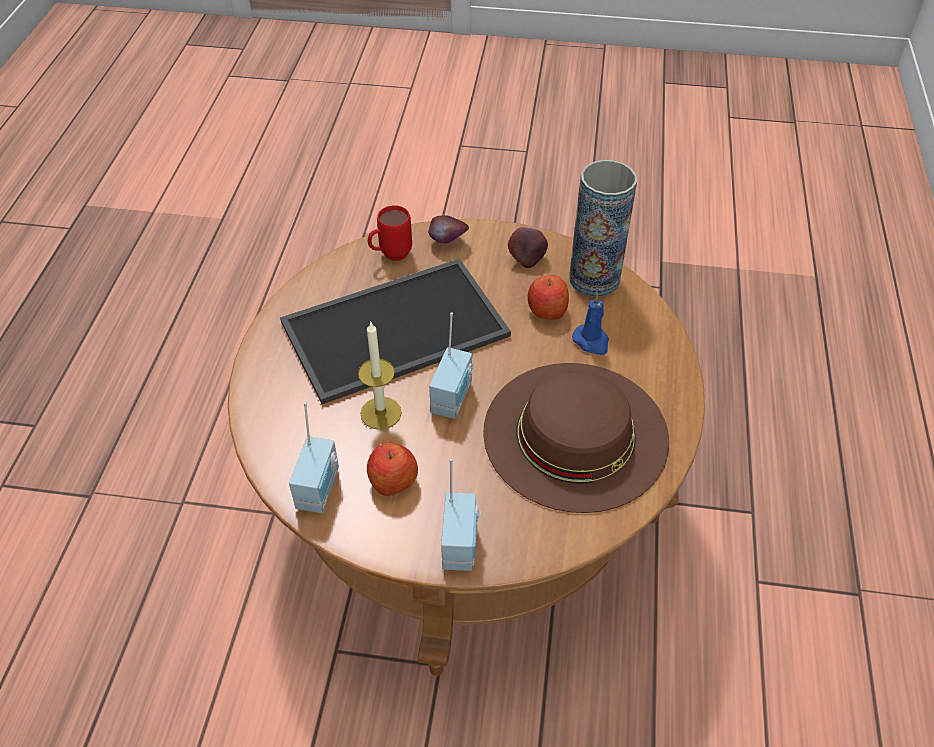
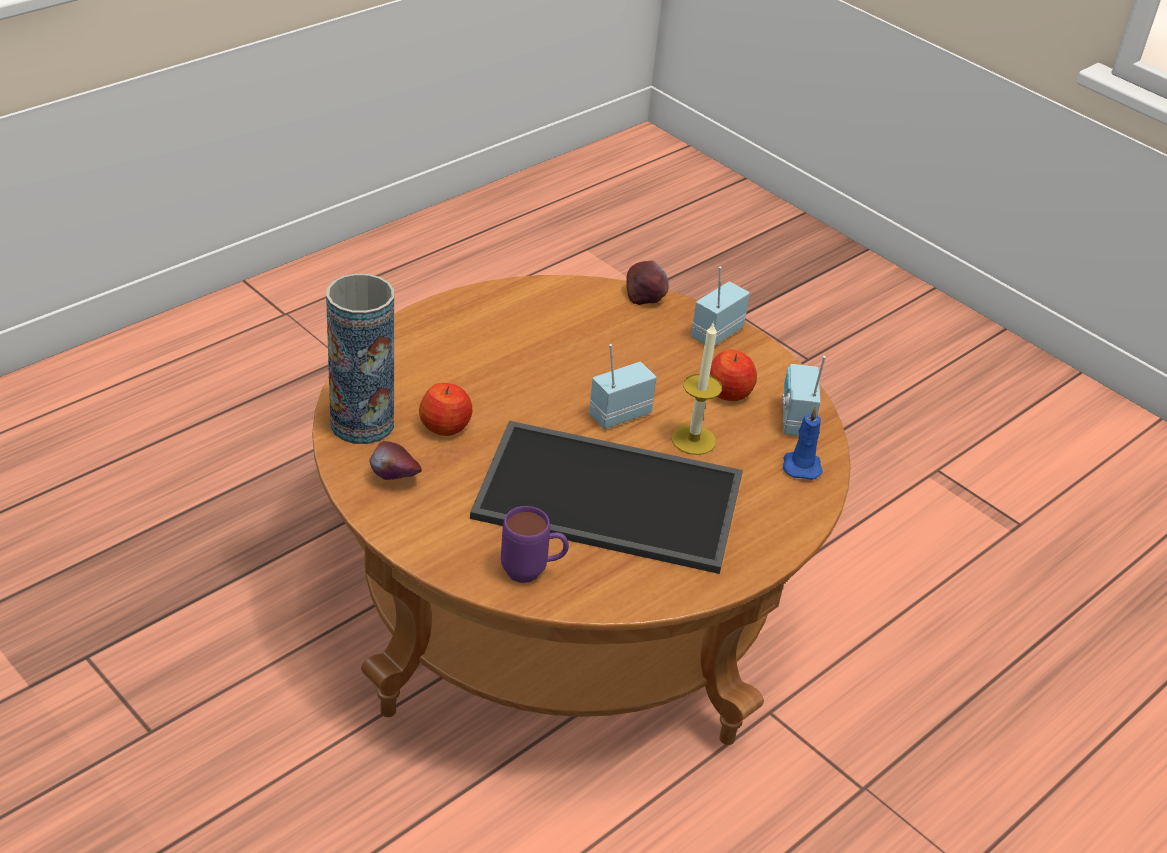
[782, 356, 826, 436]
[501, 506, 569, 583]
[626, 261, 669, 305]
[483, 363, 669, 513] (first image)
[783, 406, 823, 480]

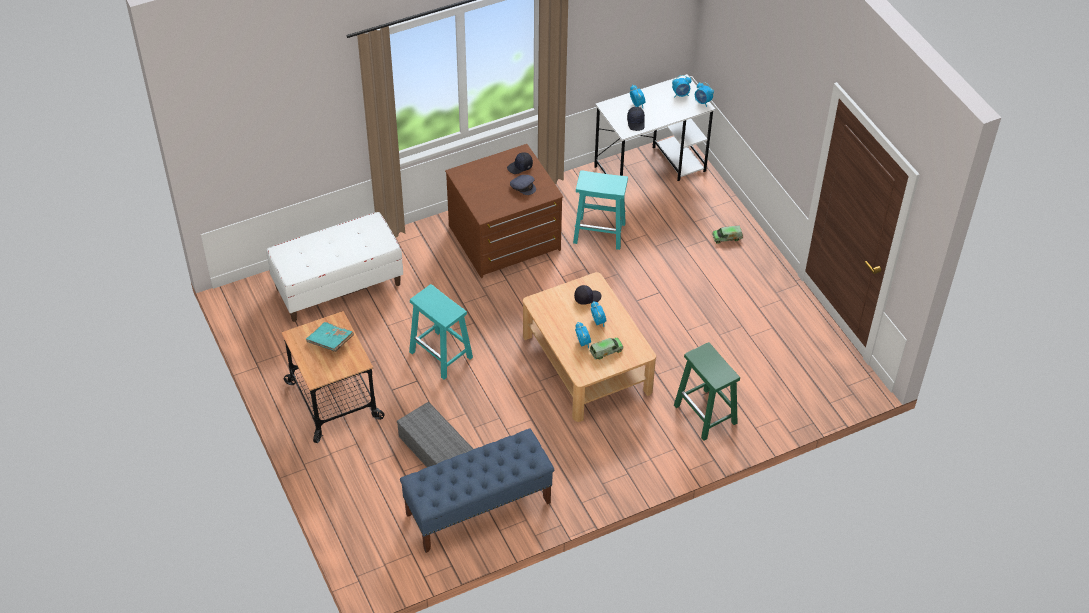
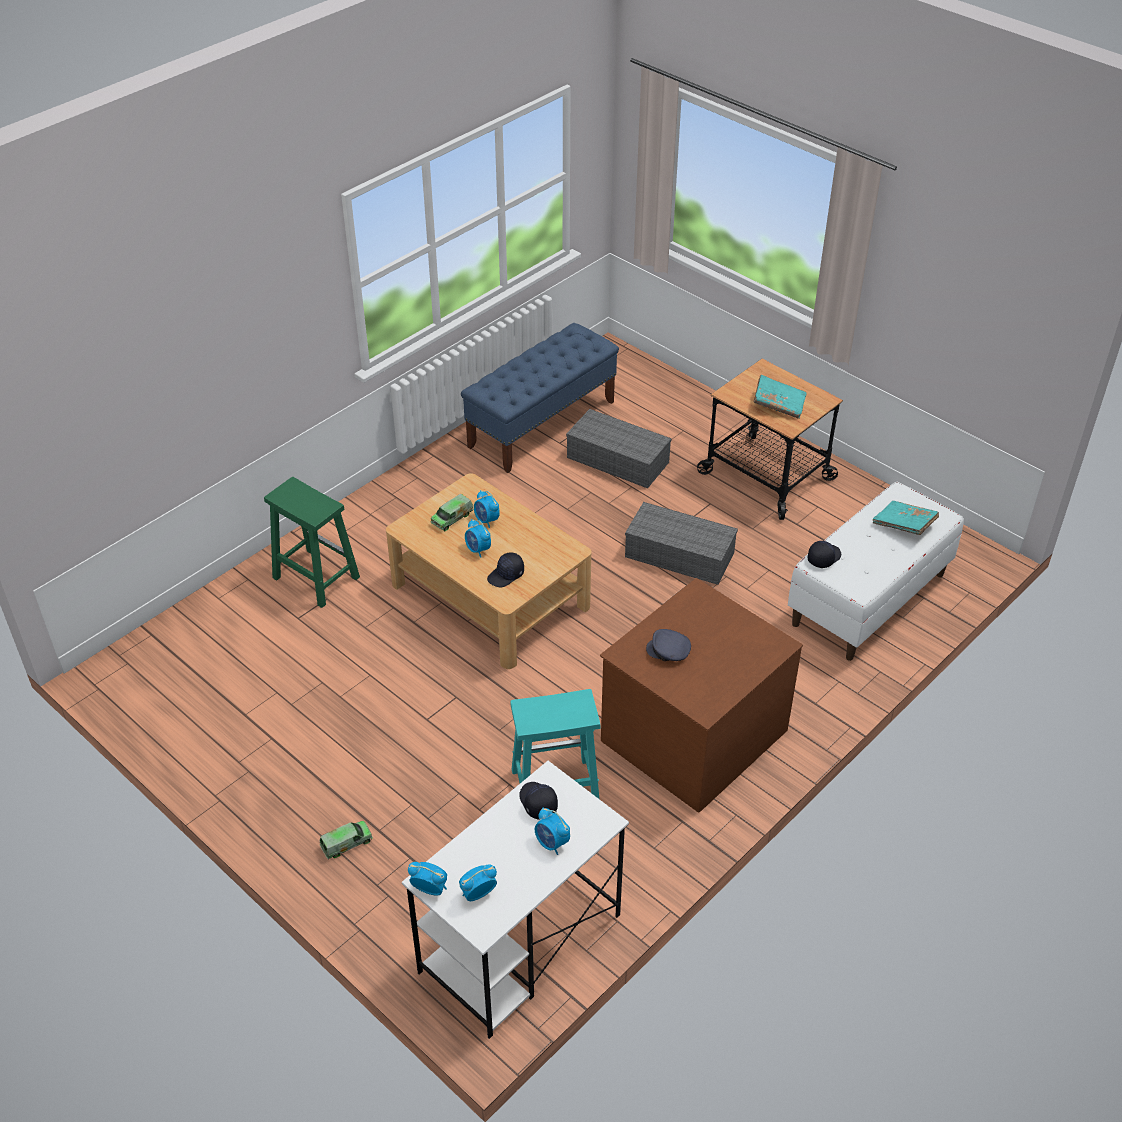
[625, 502, 738, 585]
[808, 541, 841, 568]
[873, 501, 939, 535]

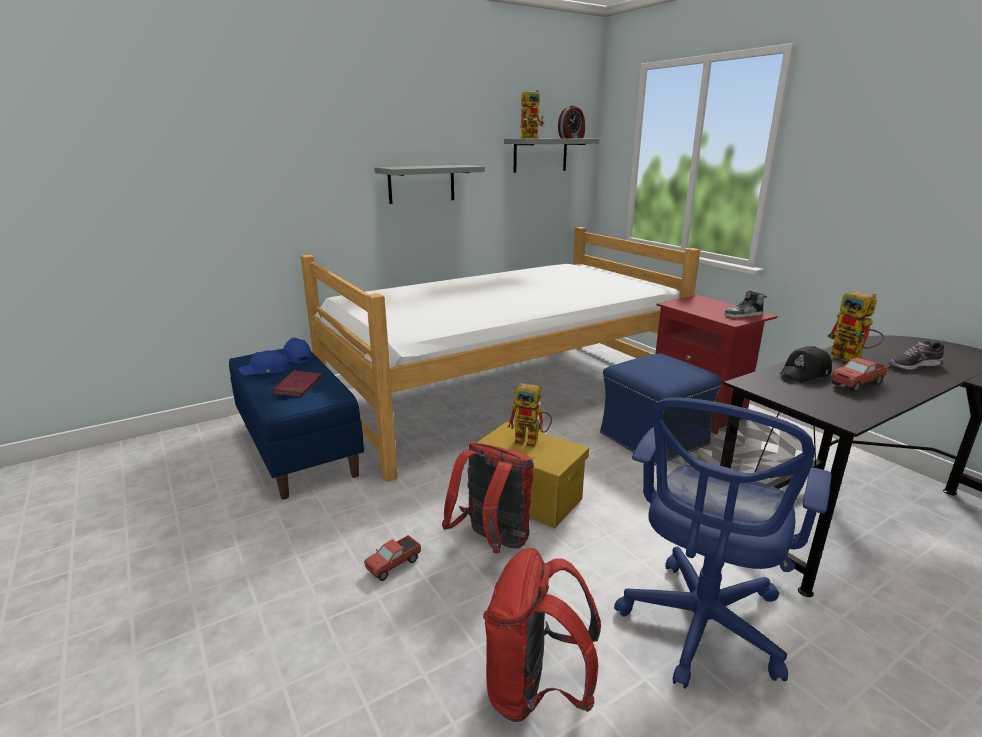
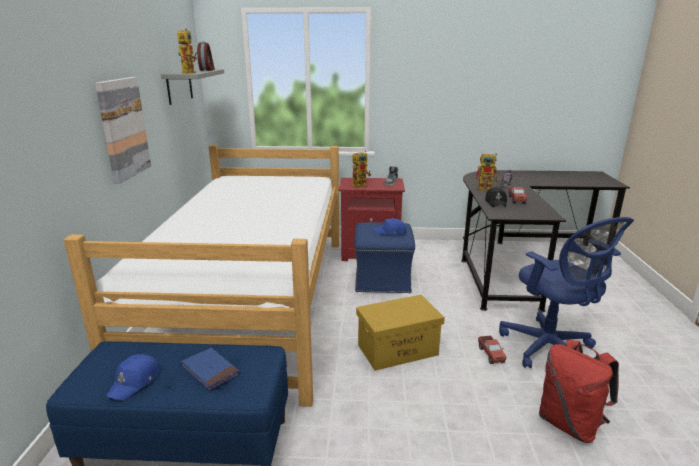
[182, 348, 240, 390]
[374, 218, 407, 235]
[478, 336, 506, 364]
[95, 77, 151, 184]
[442, 442, 534, 553] (first image)
[352, 151, 371, 188]

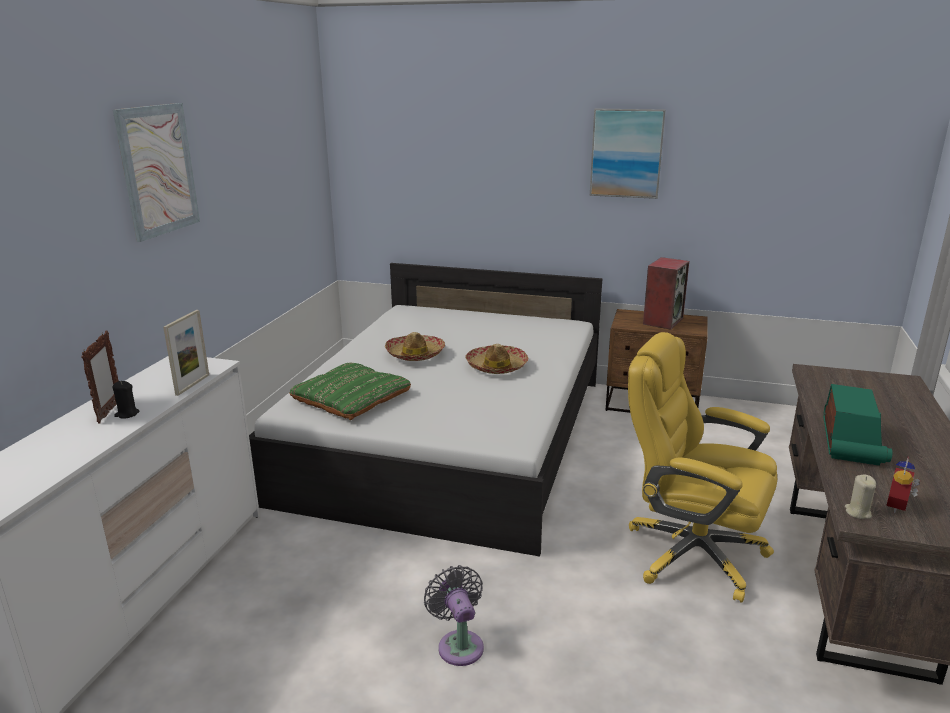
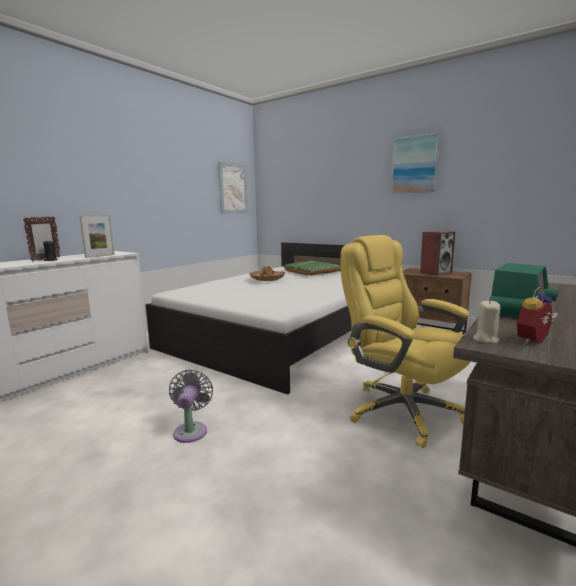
[218, 162, 248, 214]
[284, 261, 341, 275]
[465, 344, 528, 374] (first image)

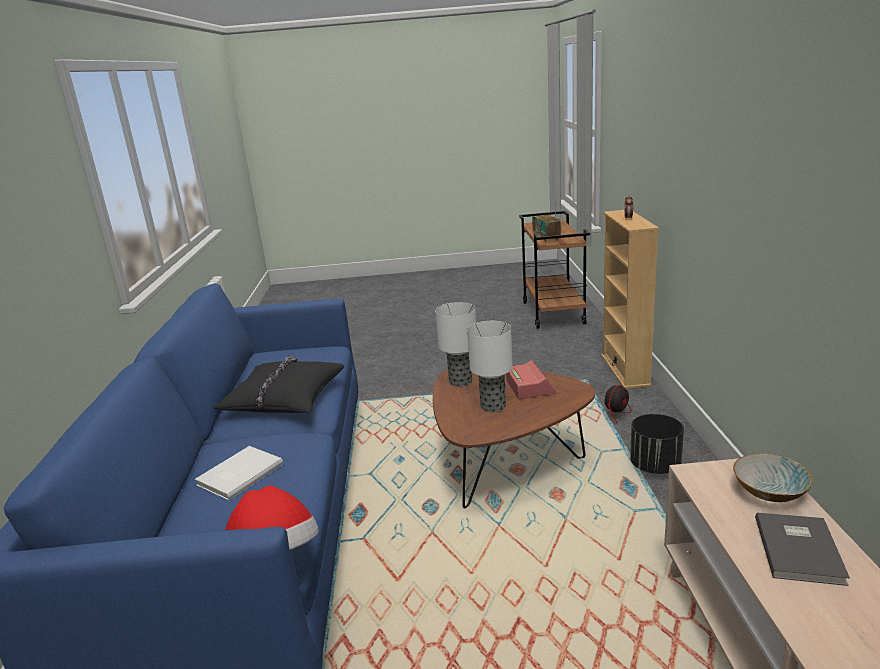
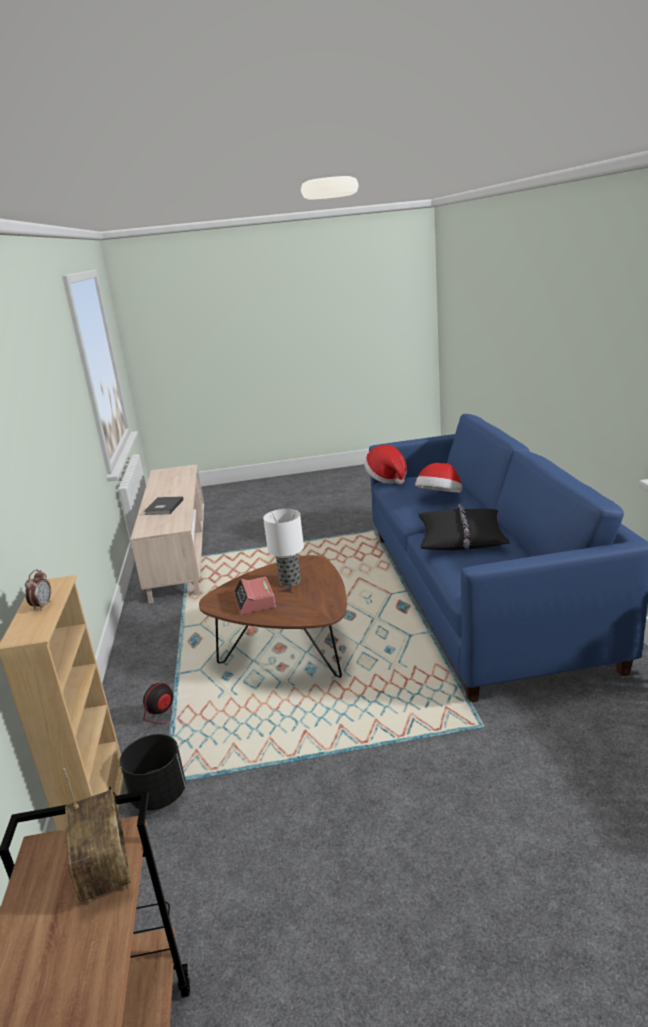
[415, 463, 462, 493]
[435, 302, 476, 387] (first image)
[120, 734, 186, 811]
[733, 453, 814, 502] (first image)

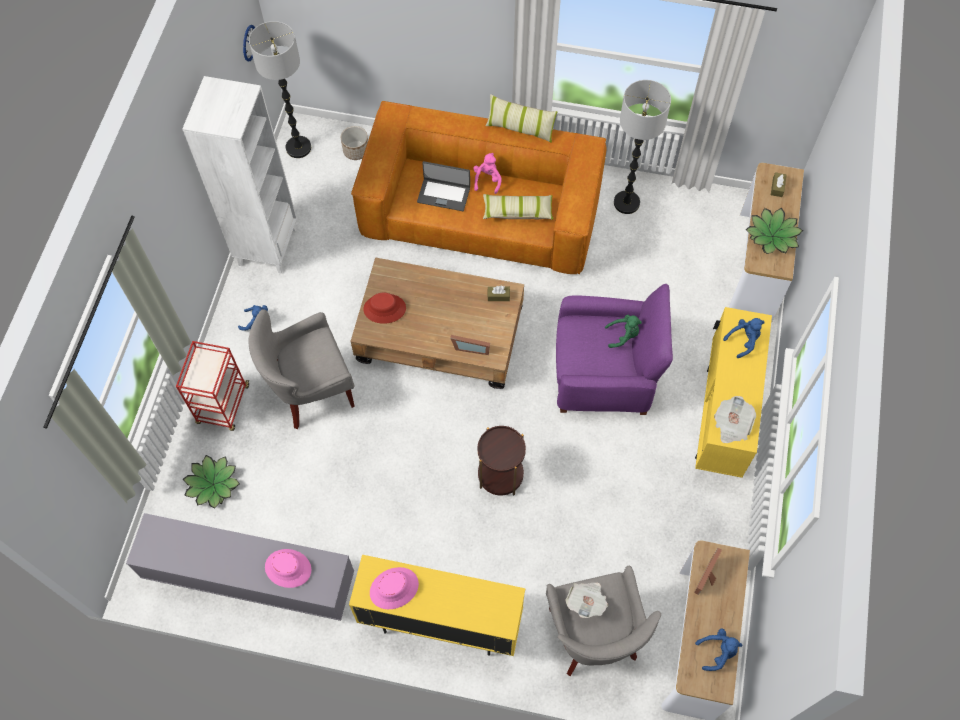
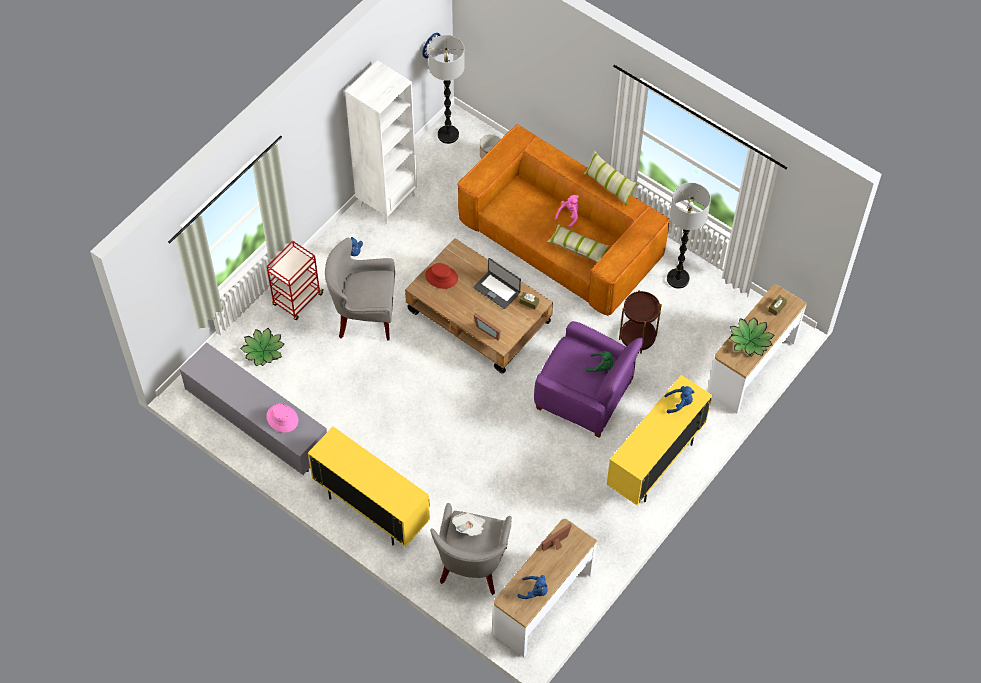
[370, 567, 419, 609] (first image)
[473, 258, 521, 309]
[619, 290, 662, 354]
[714, 396, 756, 443] (first image)

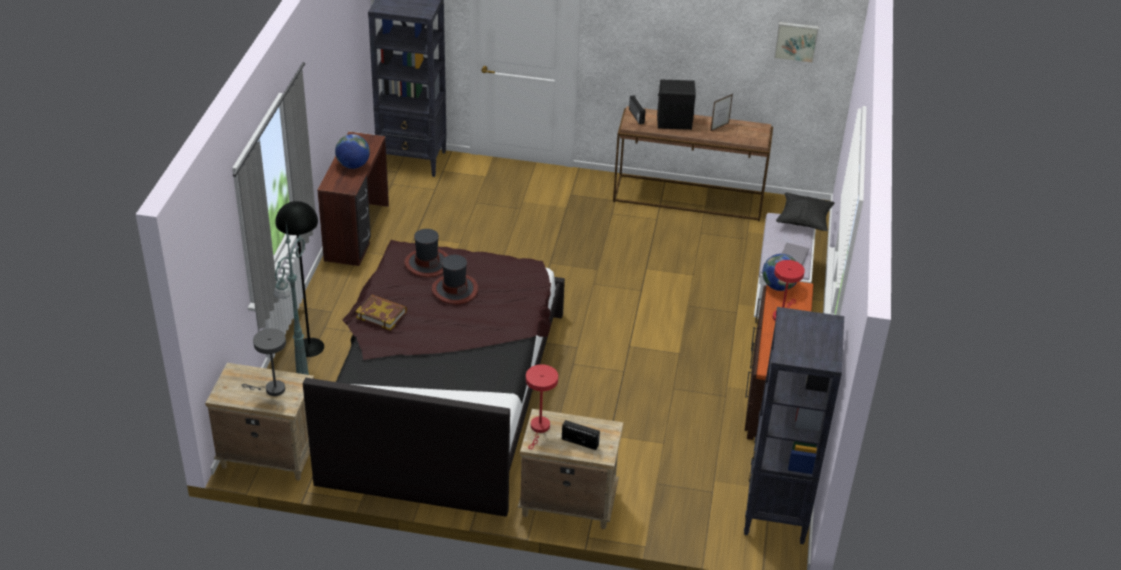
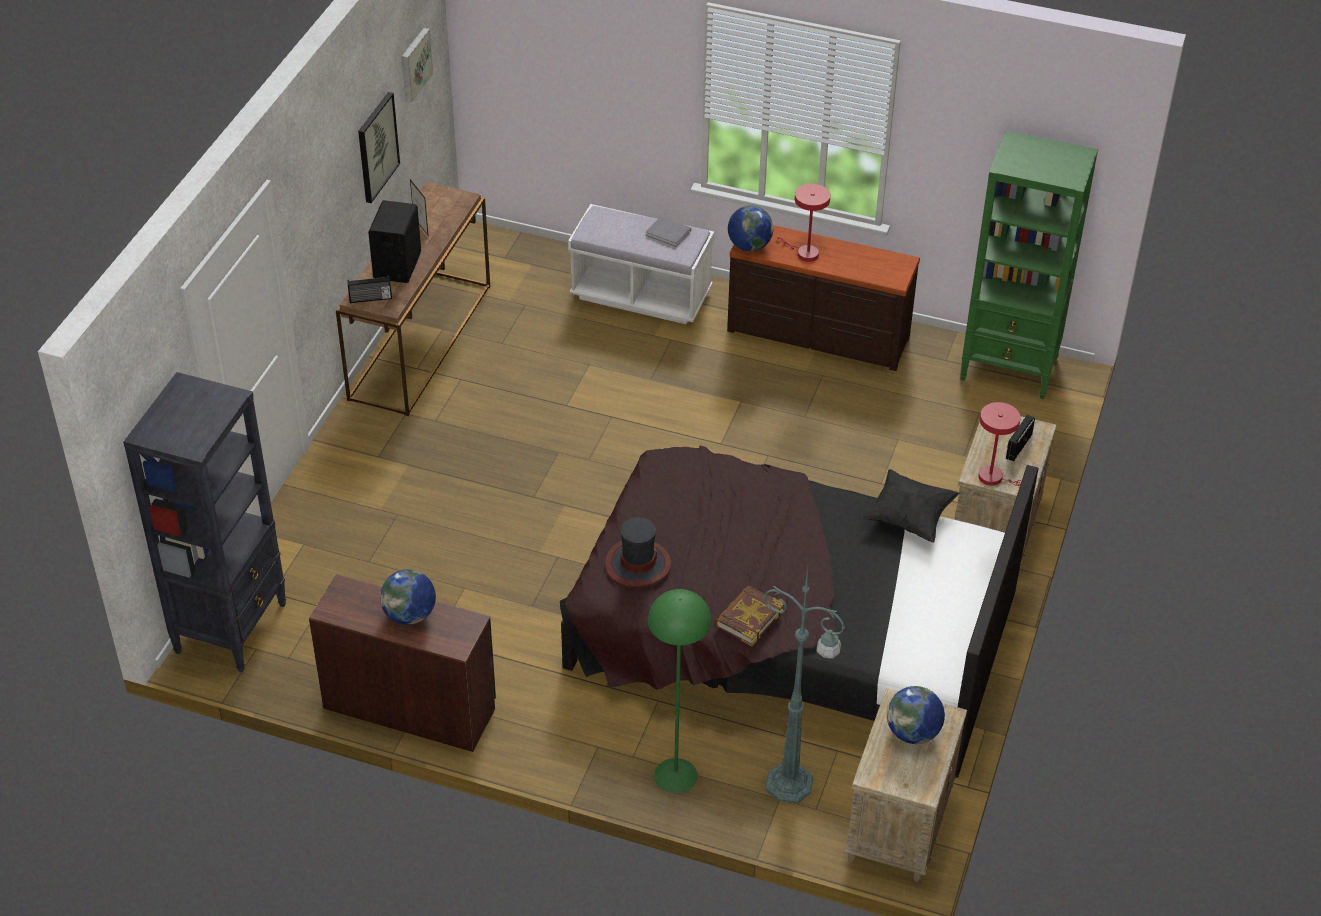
[887, 686, 945, 744]
[648, 589, 711, 793]
[431, 255, 478, 304] (first image)
[960, 130, 1098, 399]
[861, 469, 959, 543]
[358, 92, 400, 203]

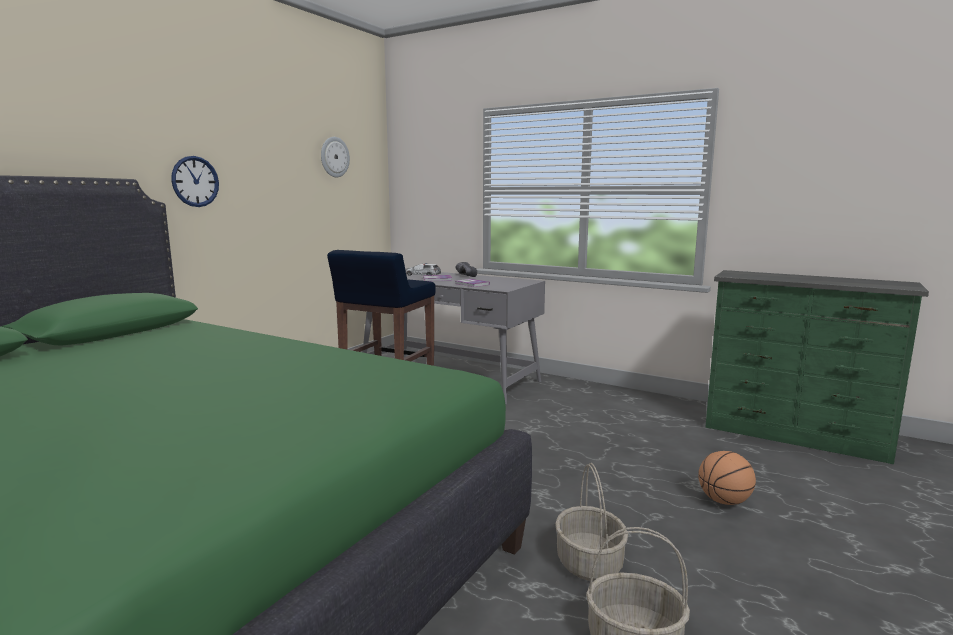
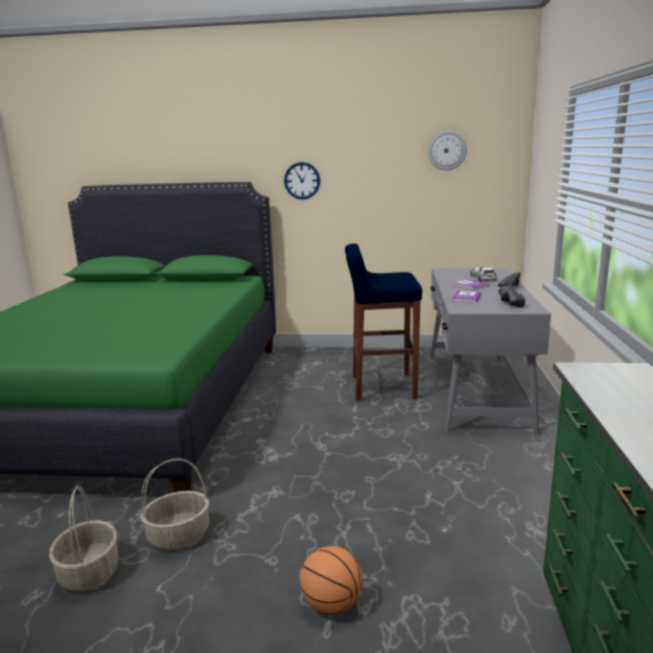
[498, 285, 525, 307]

